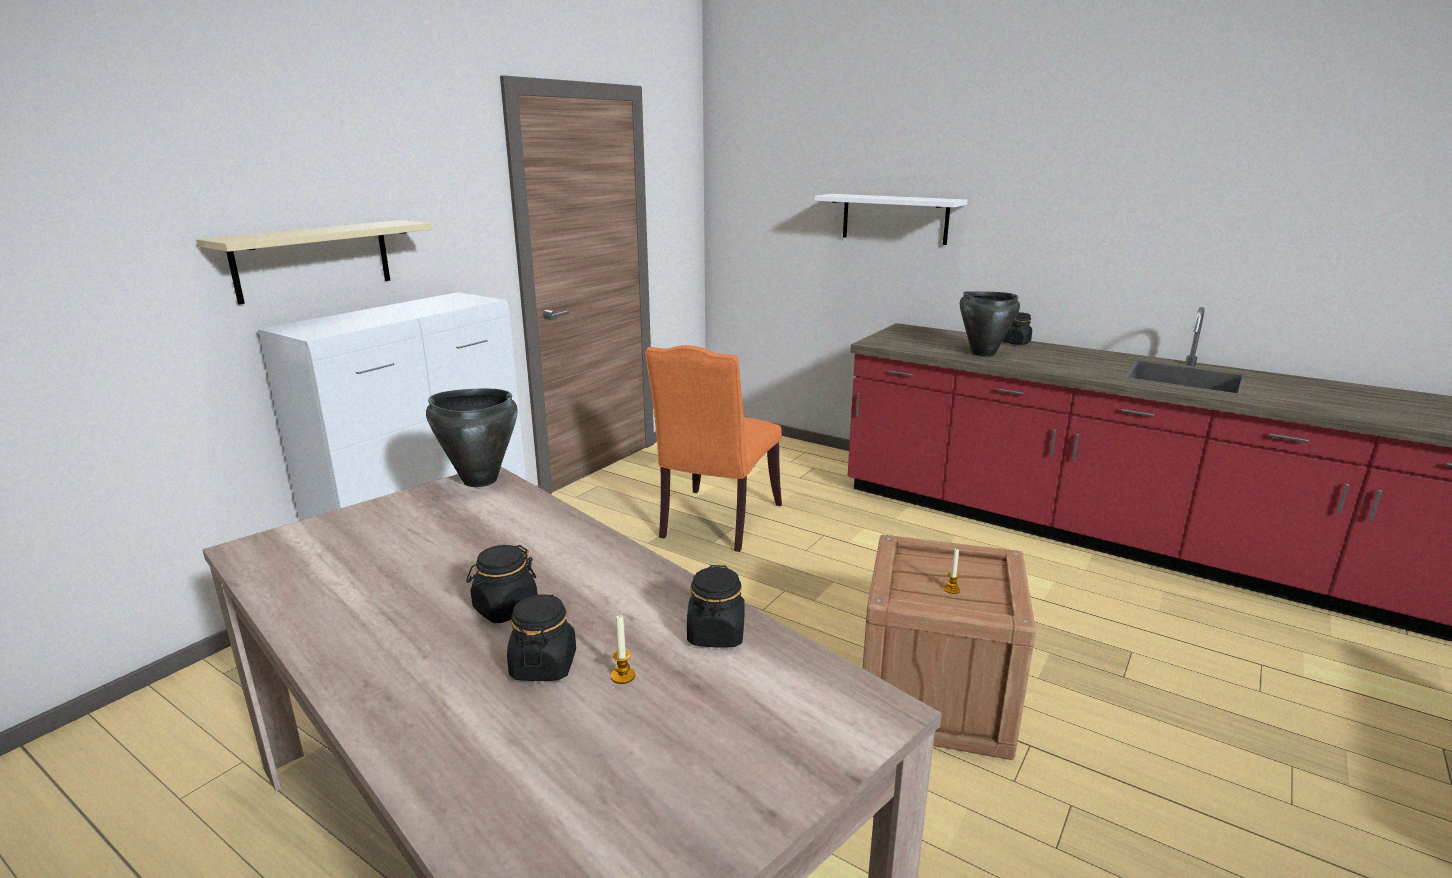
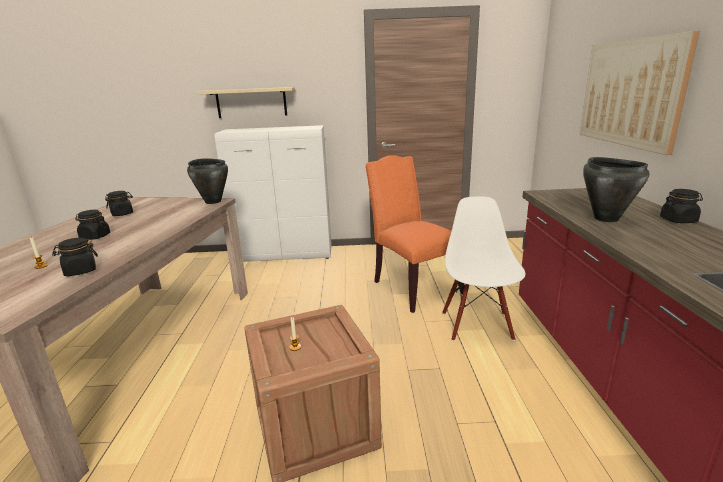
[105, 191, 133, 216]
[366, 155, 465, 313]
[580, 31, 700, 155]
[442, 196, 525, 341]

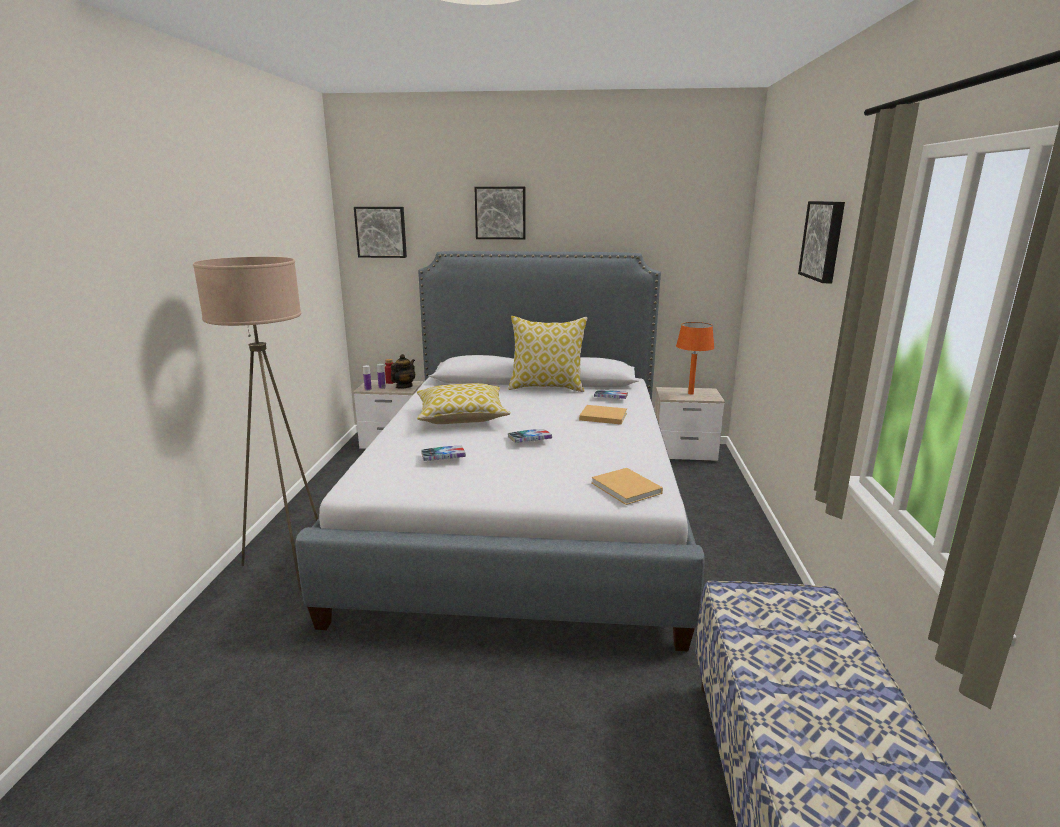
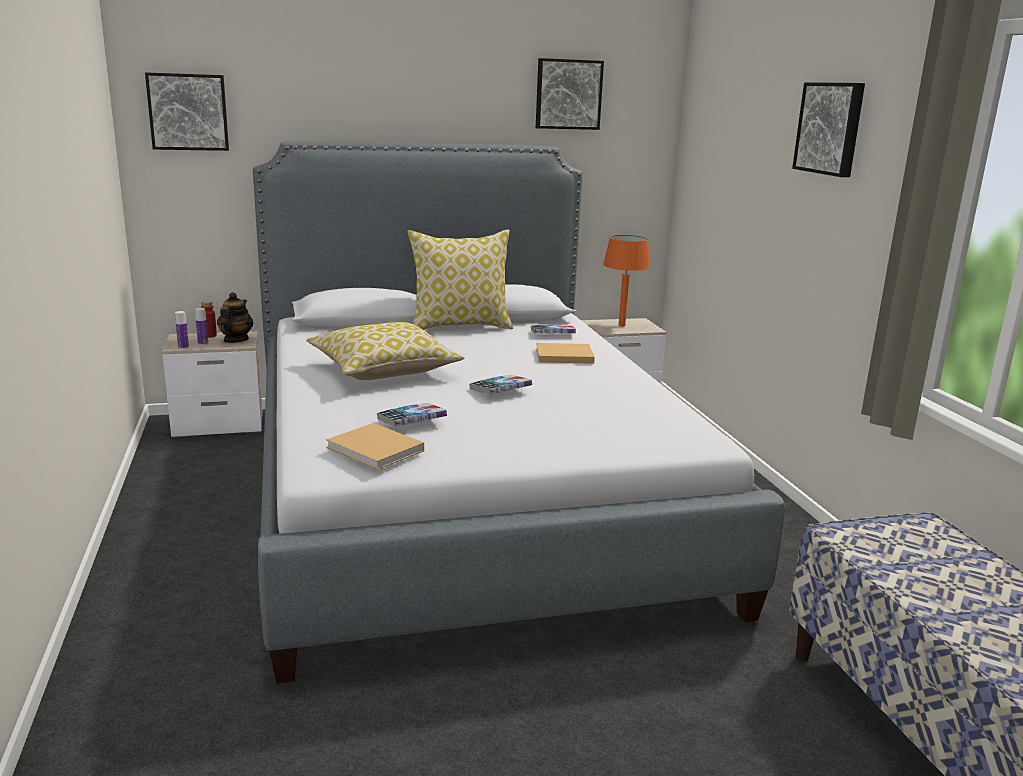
[193, 257, 318, 592] (first image)
[536, 58, 604, 130]
[326, 423, 424, 470]

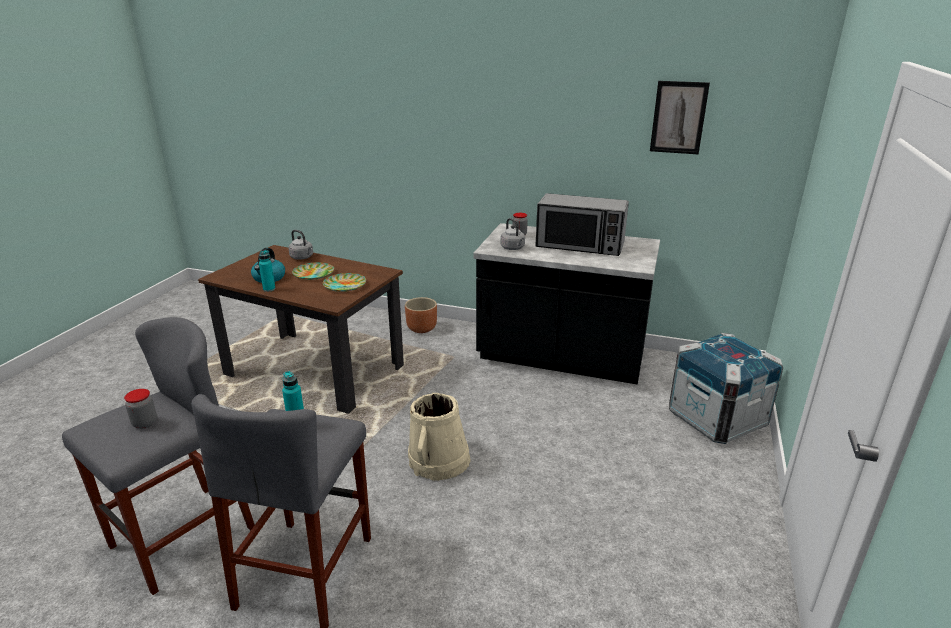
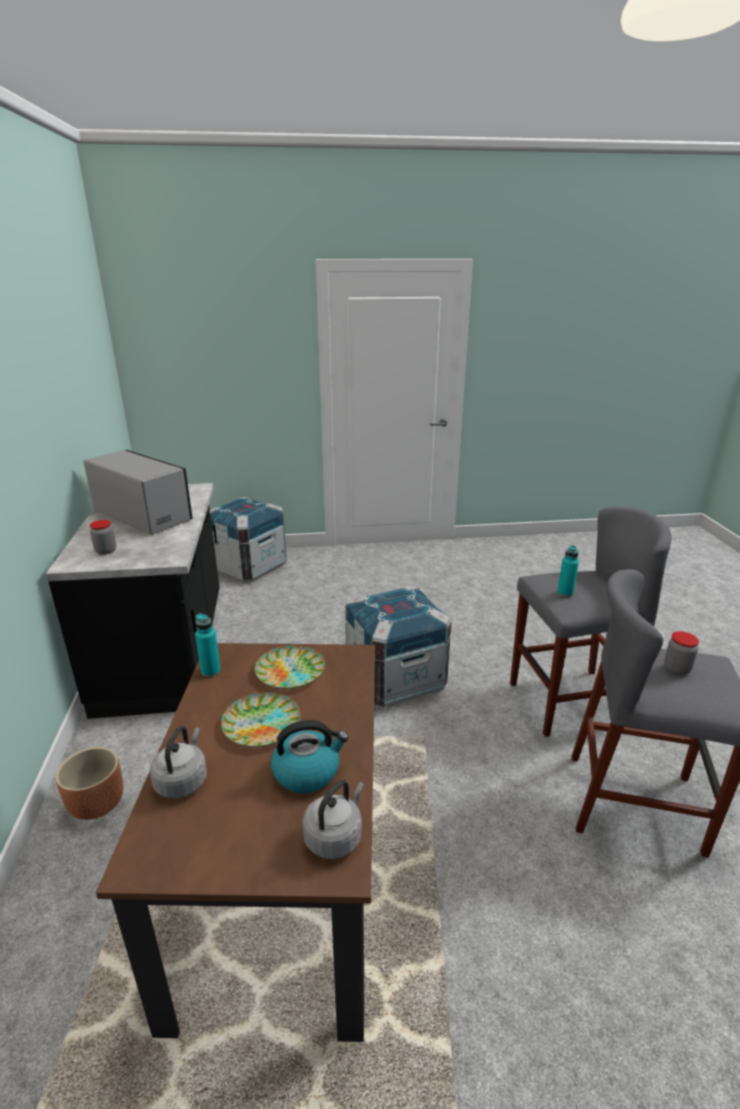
[195, 613, 221, 677]
[345, 585, 452, 708]
[302, 780, 364, 859]
[83, 450, 192, 535]
[650, 81, 710, 154] (first image)

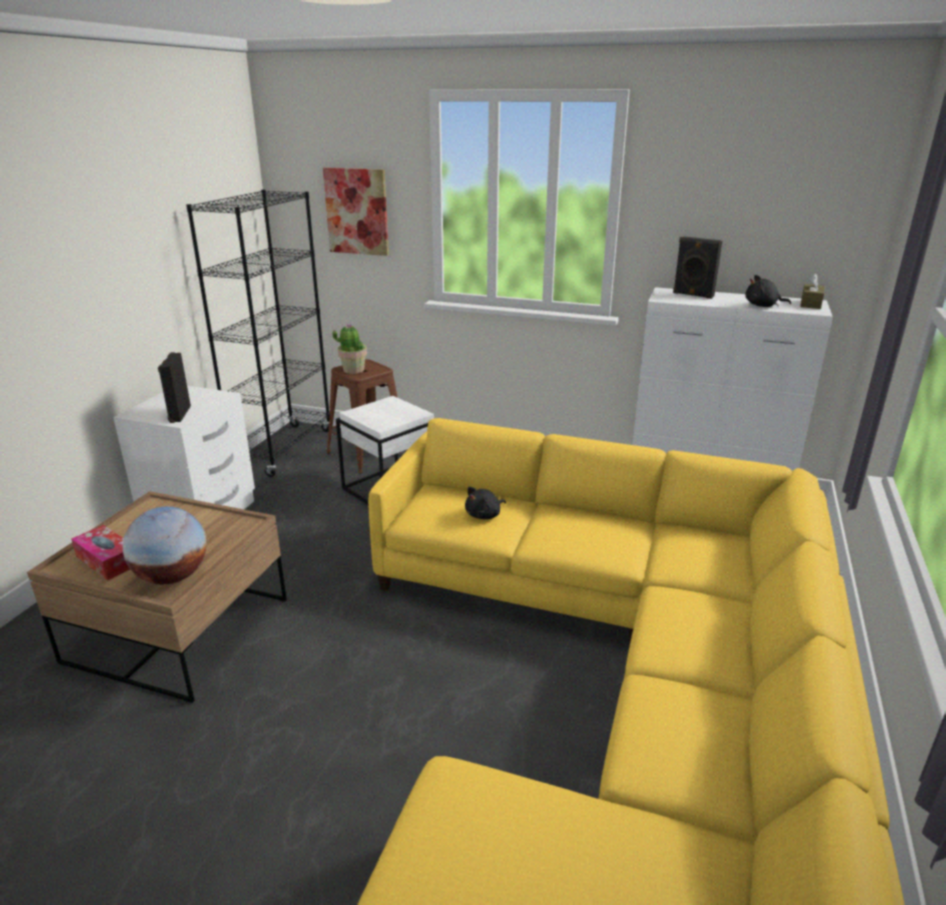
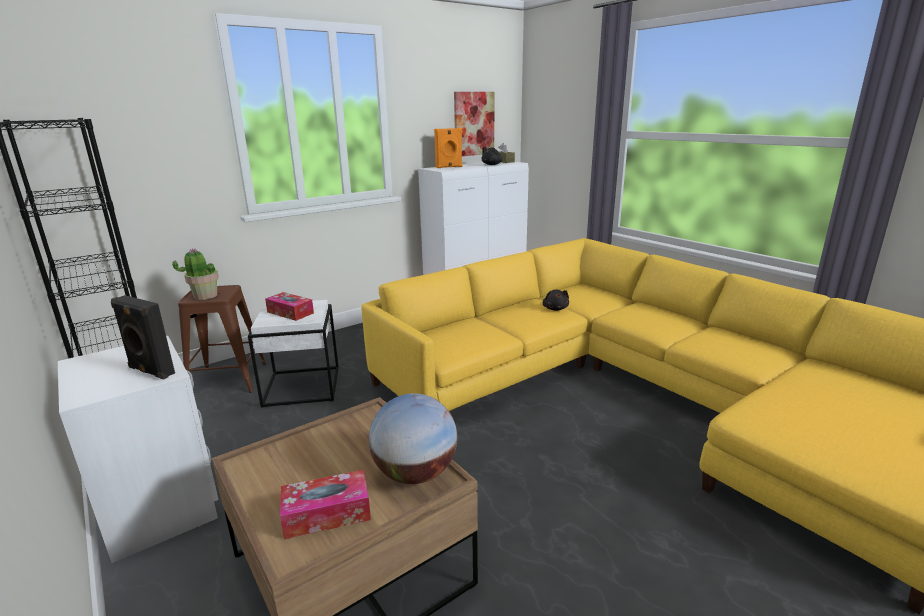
[454, 92, 495, 156]
[543, 289, 569, 311]
[434, 128, 462, 168]
[265, 292, 314, 321]

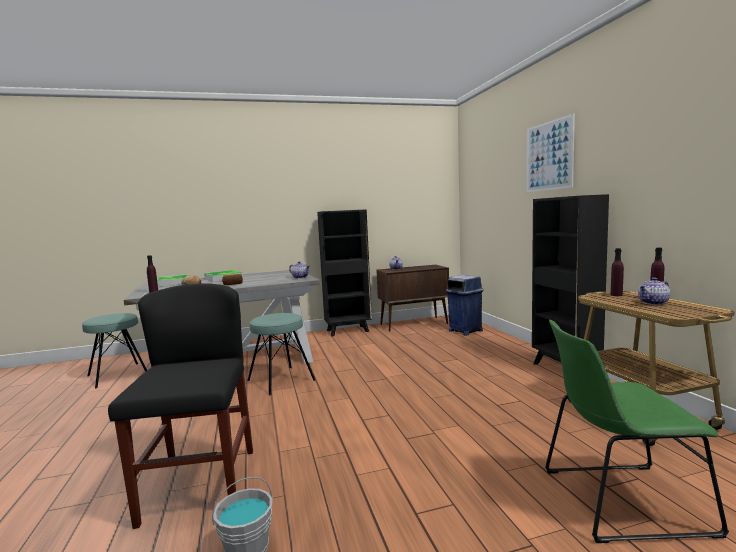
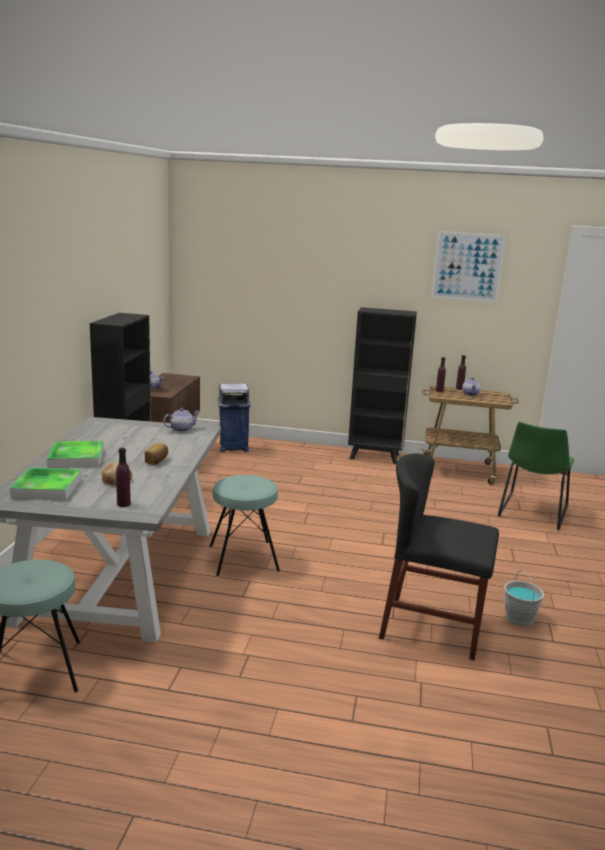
[431, 231, 506, 302]

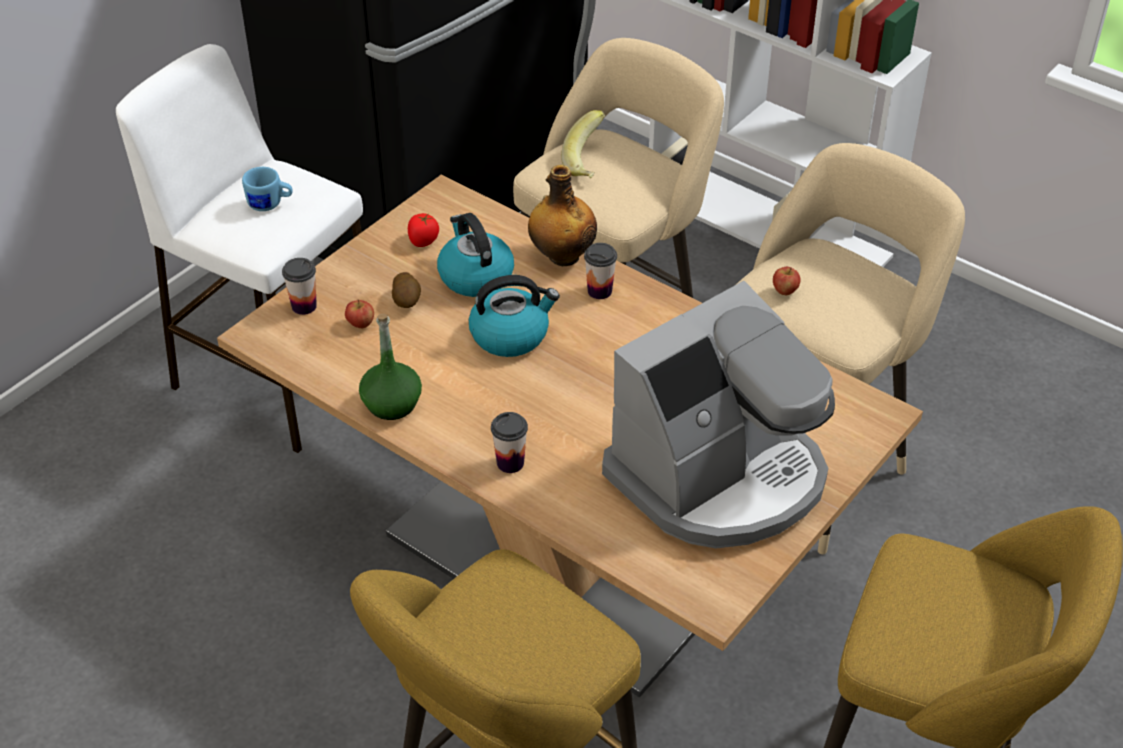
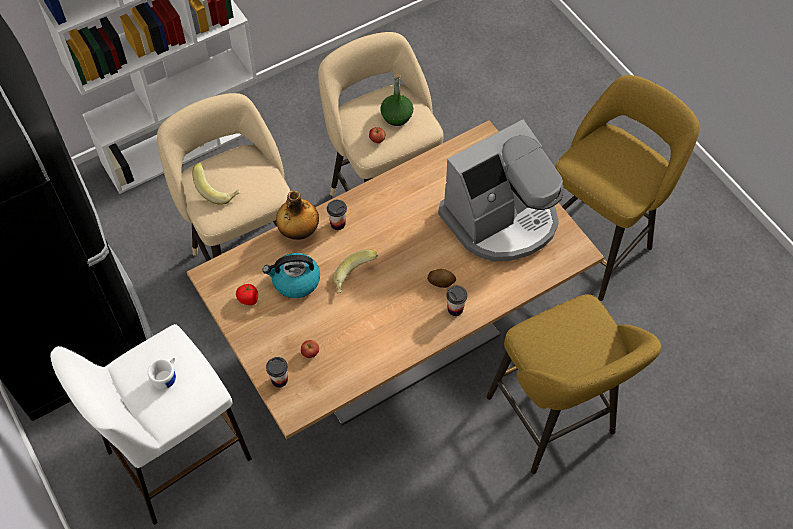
[148, 356, 176, 389]
[380, 73, 413, 126]
[427, 269, 456, 288]
[333, 249, 378, 293]
[438, 119, 564, 262]

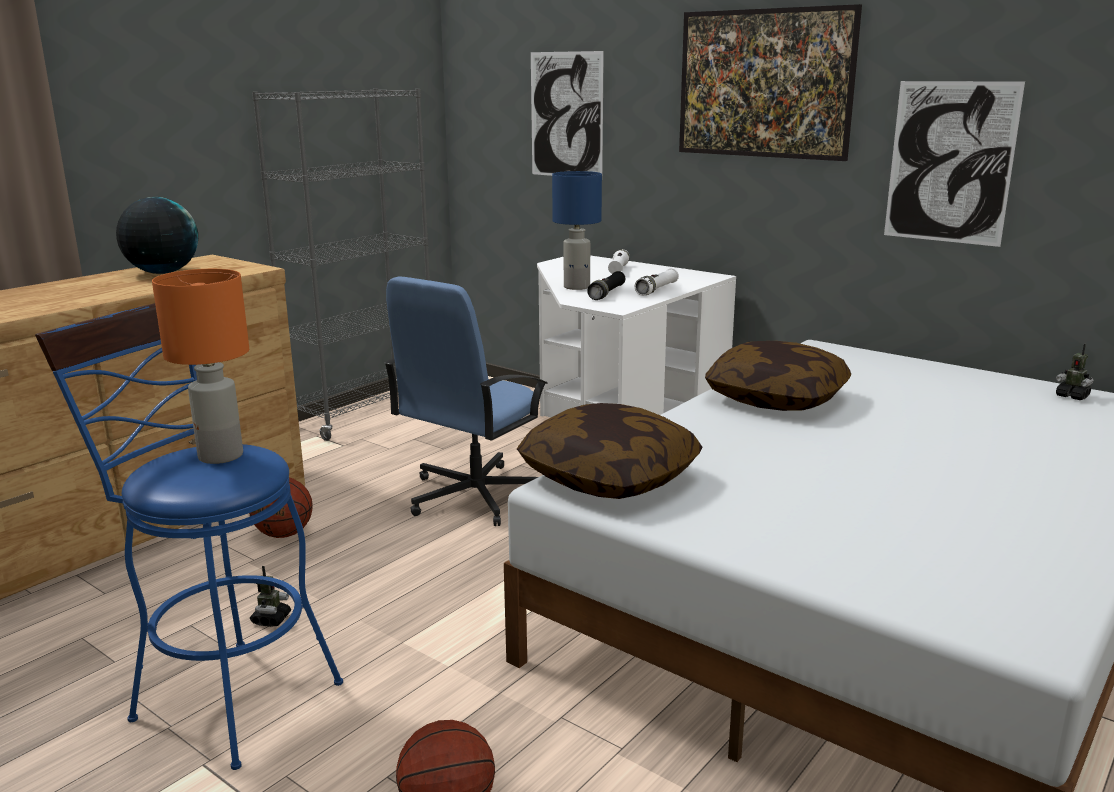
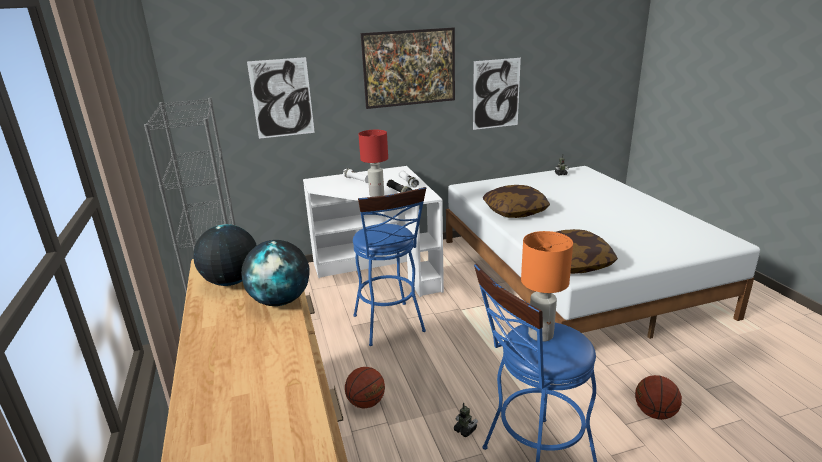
[353, 187, 426, 346]
[358, 130, 388, 197]
[241, 240, 310, 306]

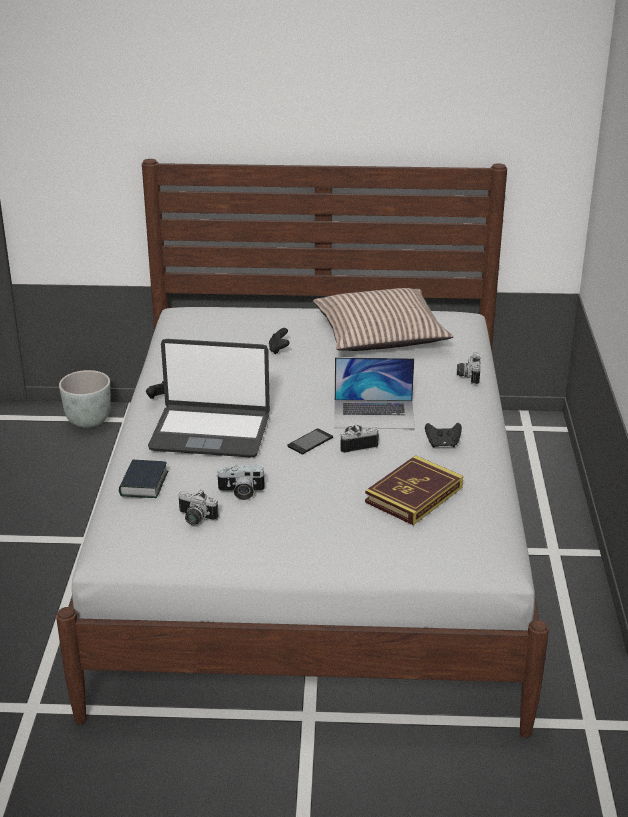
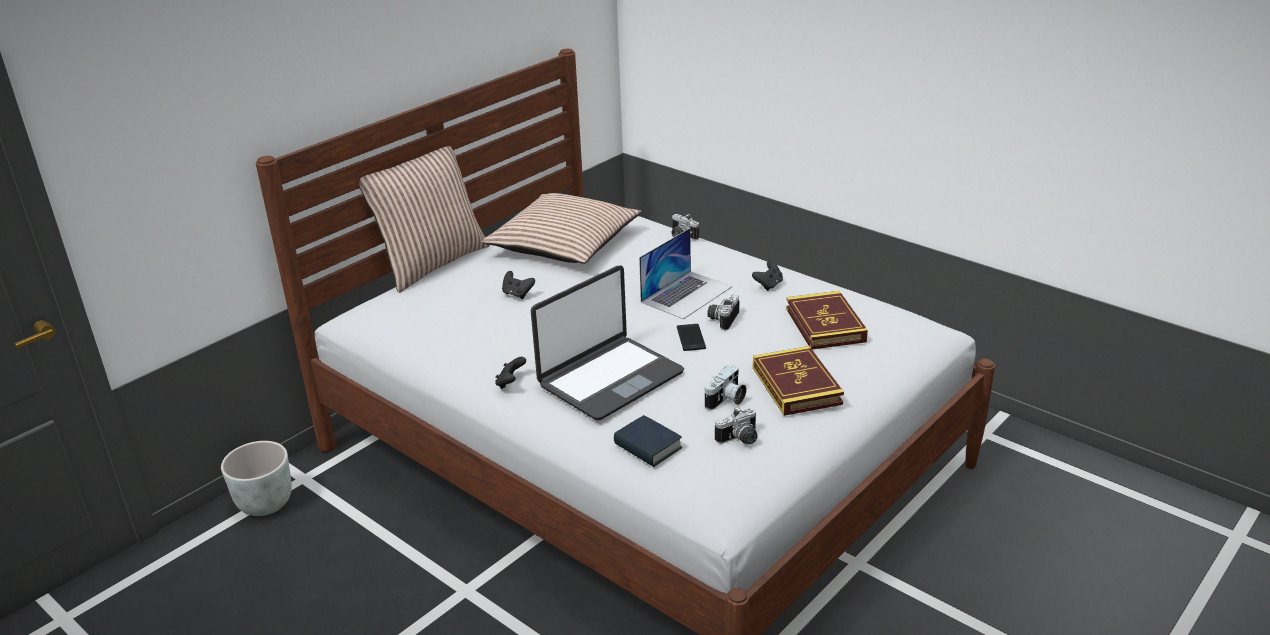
[359, 146, 490, 293]
[753, 346, 844, 416]

